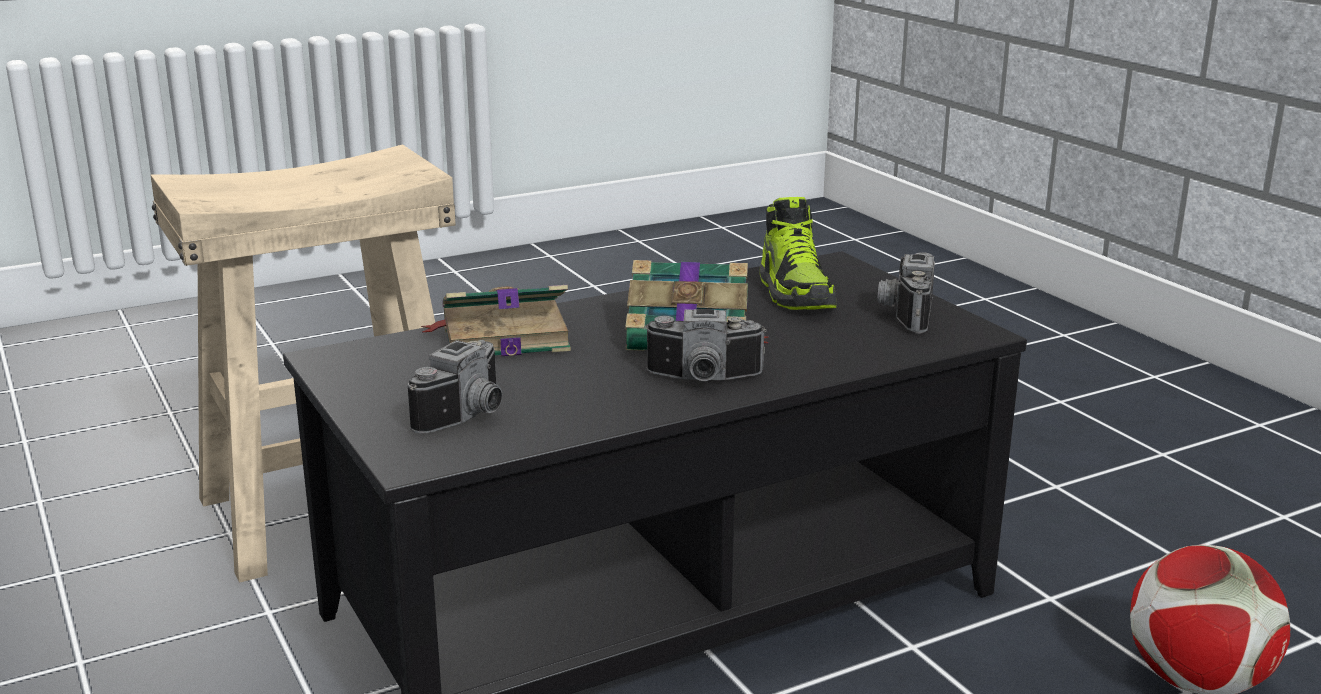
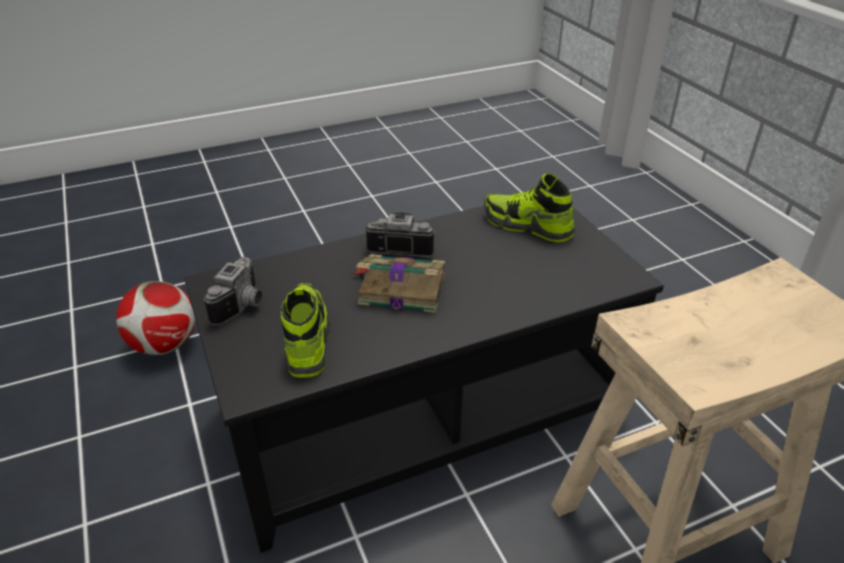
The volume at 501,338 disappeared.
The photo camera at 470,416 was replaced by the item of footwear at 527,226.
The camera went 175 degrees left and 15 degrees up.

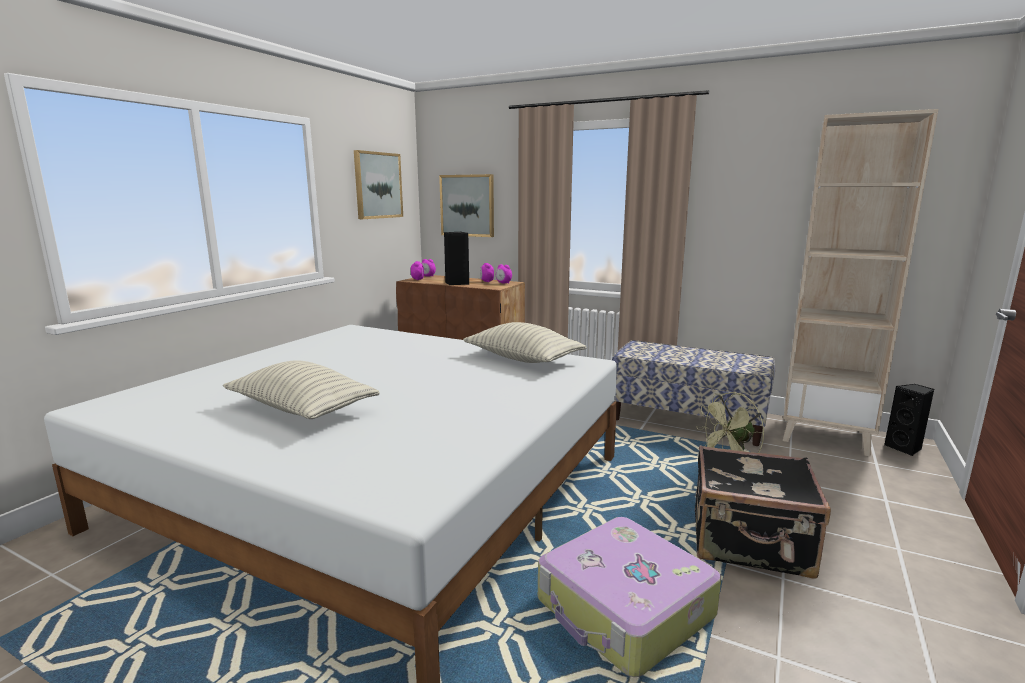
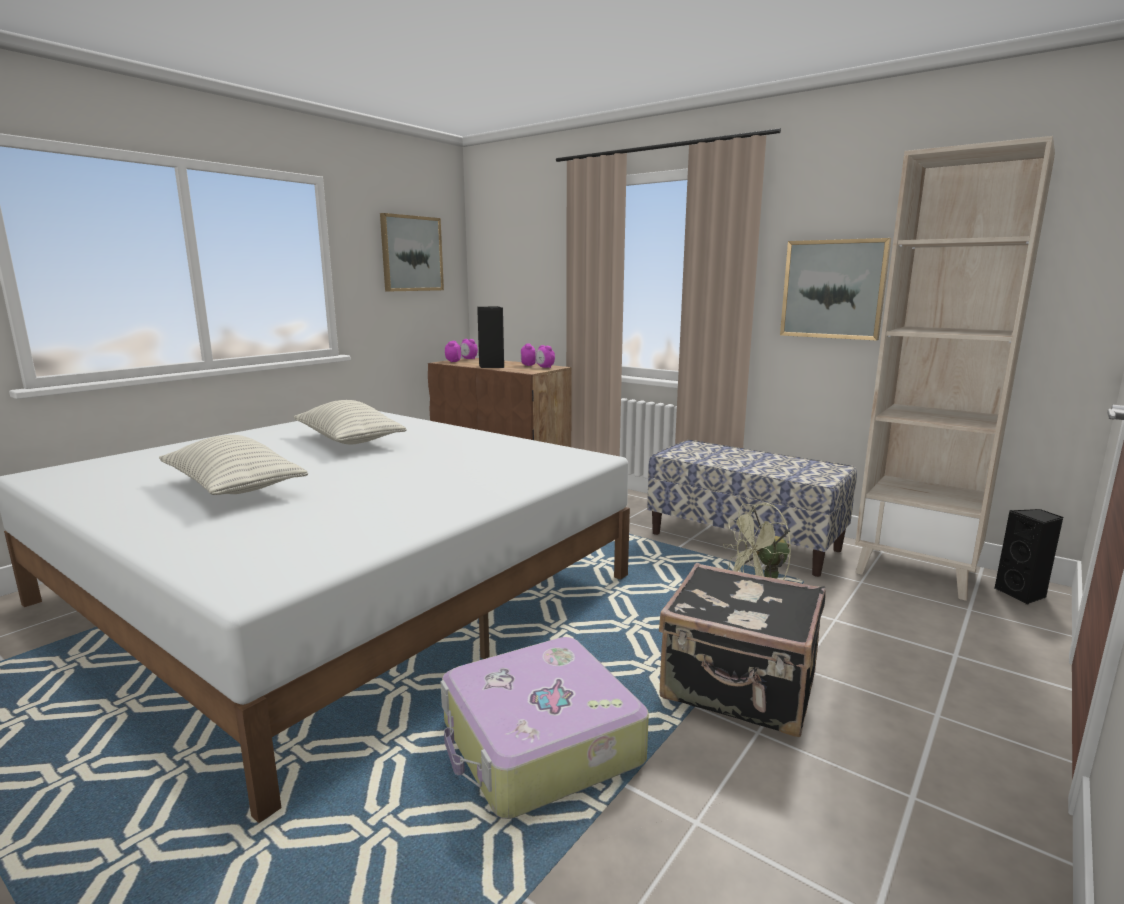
The wall picture moved from 467,205 to 833,289.
The cushion moved from 523,359 to 349,441.
The camera went 10 degrees right and 0 degrees up.

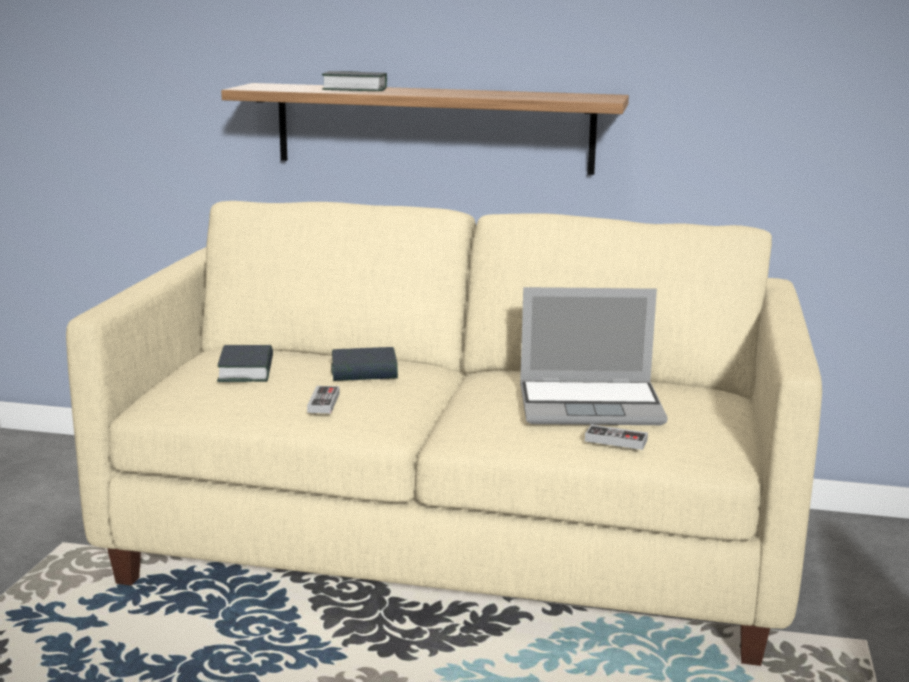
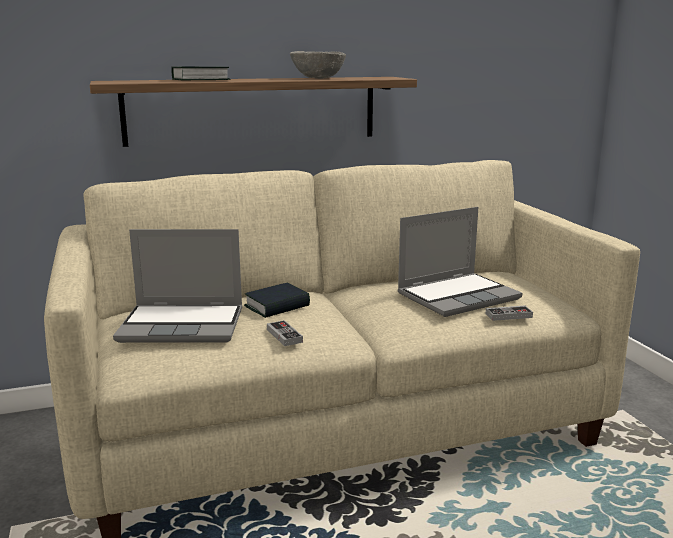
The gray bowl at 317,78 appeared.
The volume at 246,371 was replaced by the portable computer at 184,325.
The camera went 30 degrees left and 0 degrees up.

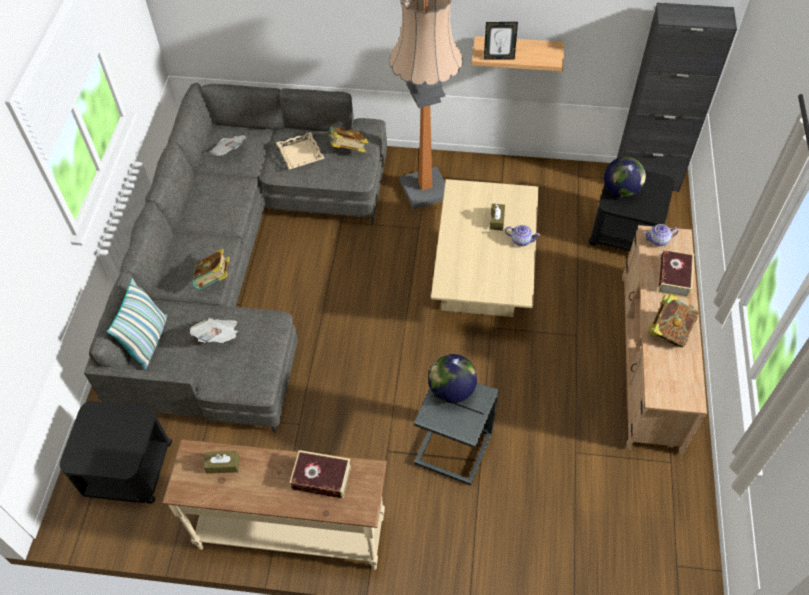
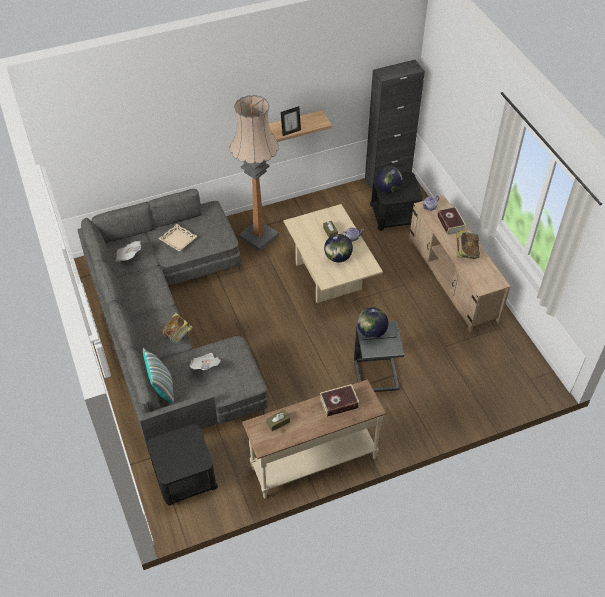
The volume at 347,149 disappeared.
The globe at 337,257 appeared.
The camera went 30 degrees left and 5 degrees down.

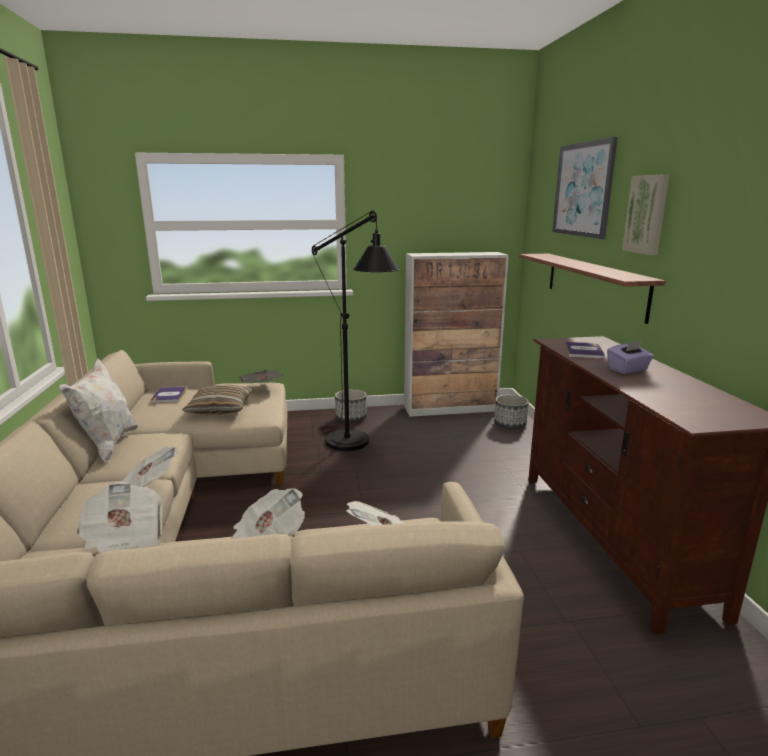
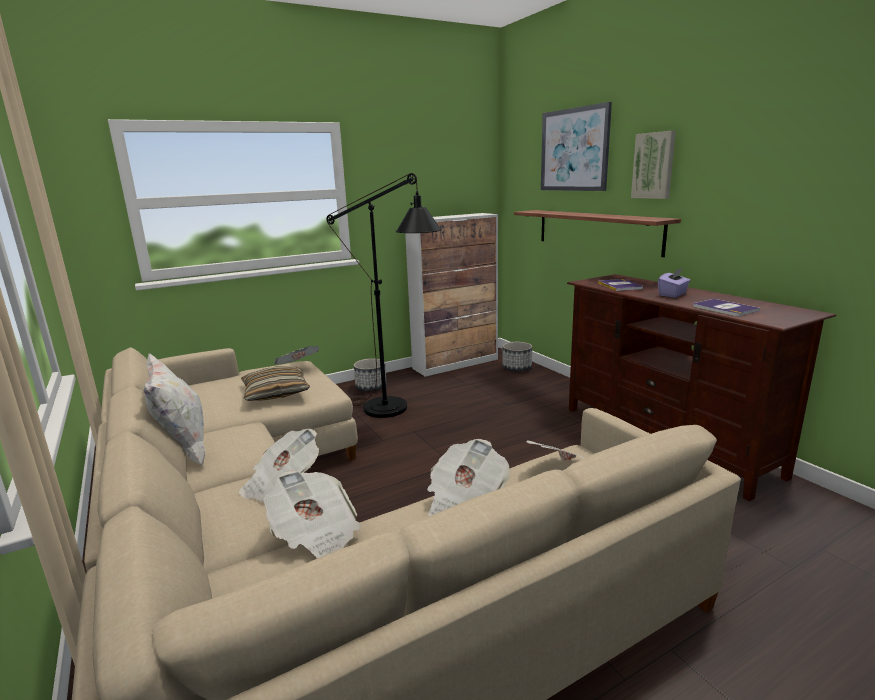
The volume moved from 169,395 to 724,308.
The camera went 20 degrees left and 0 degrees up.

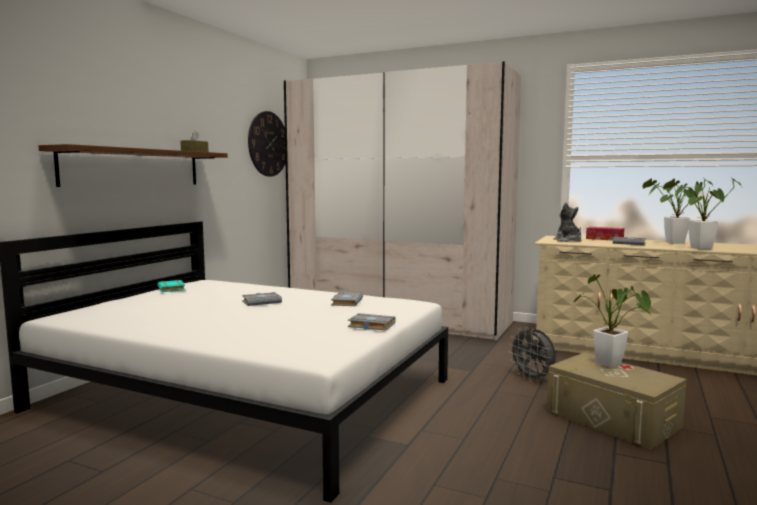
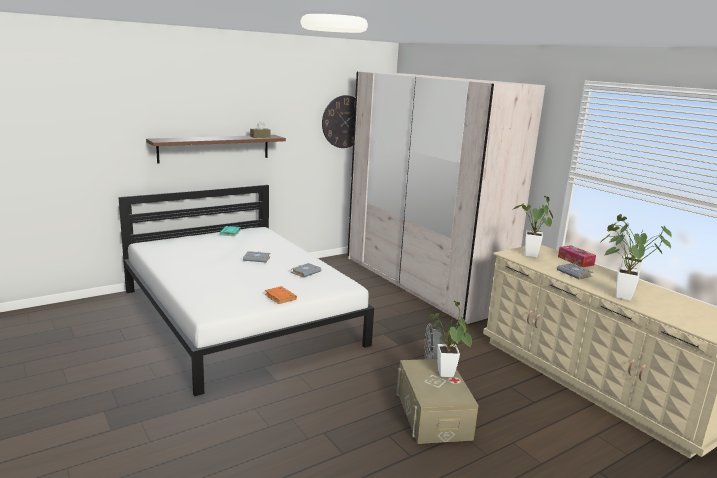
The plush toy at 567,240 was replaced by the potted plant at 530,256.
The gray volume at 370,325 became the orange-coloured volume at 279,297.
The camera went 30 degrees right and 10 degrees up.

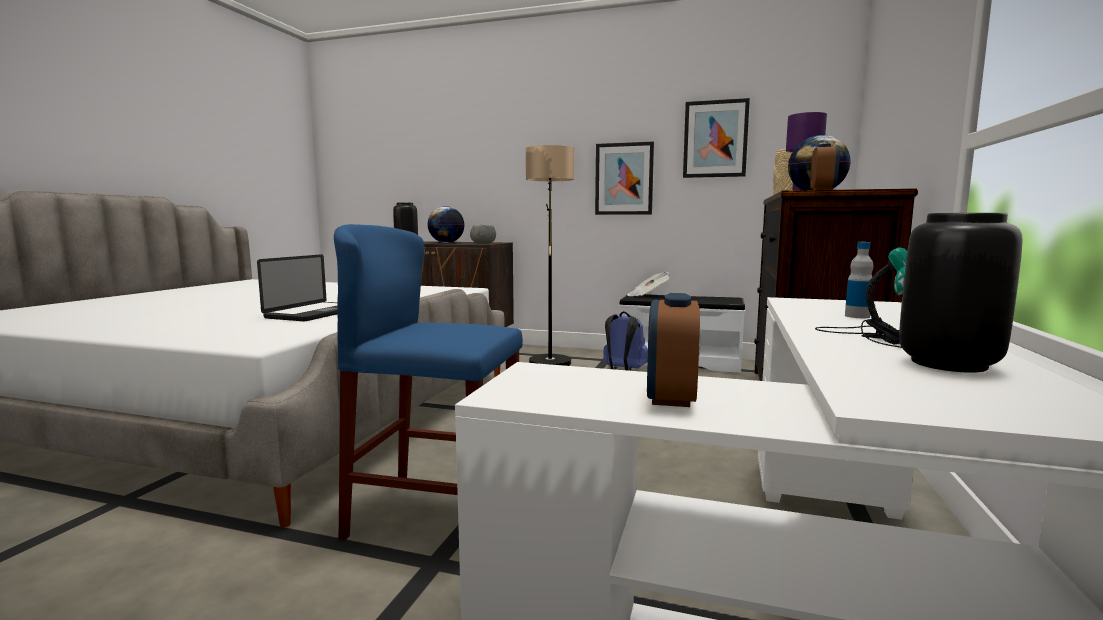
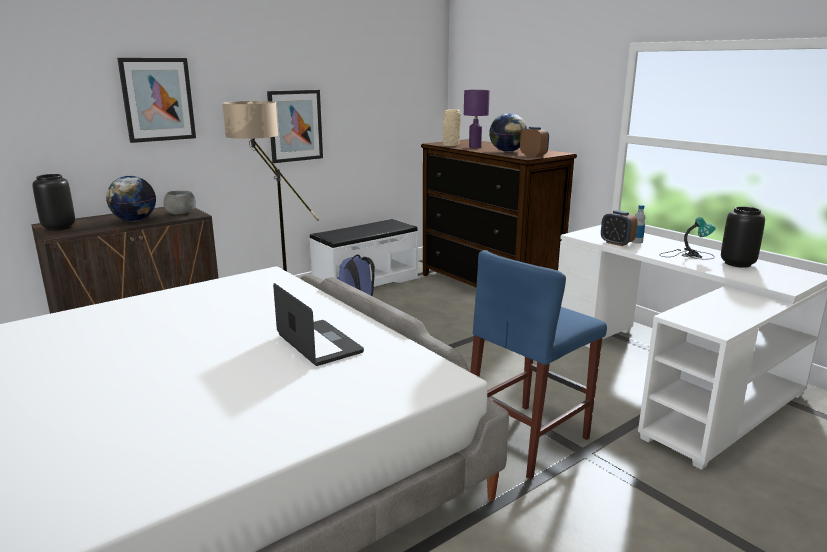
The daily paper at 647,295 disappeared.
The bedside clock moved from 670,397 to 616,243.
The wall picture moved from 715,139 to 158,99.
The camera went 55 degrees left and 10 degrees up.

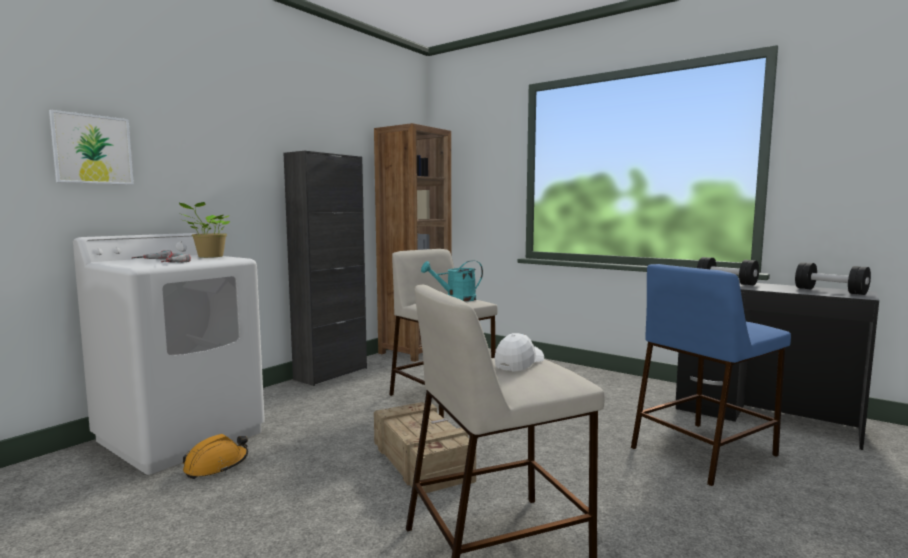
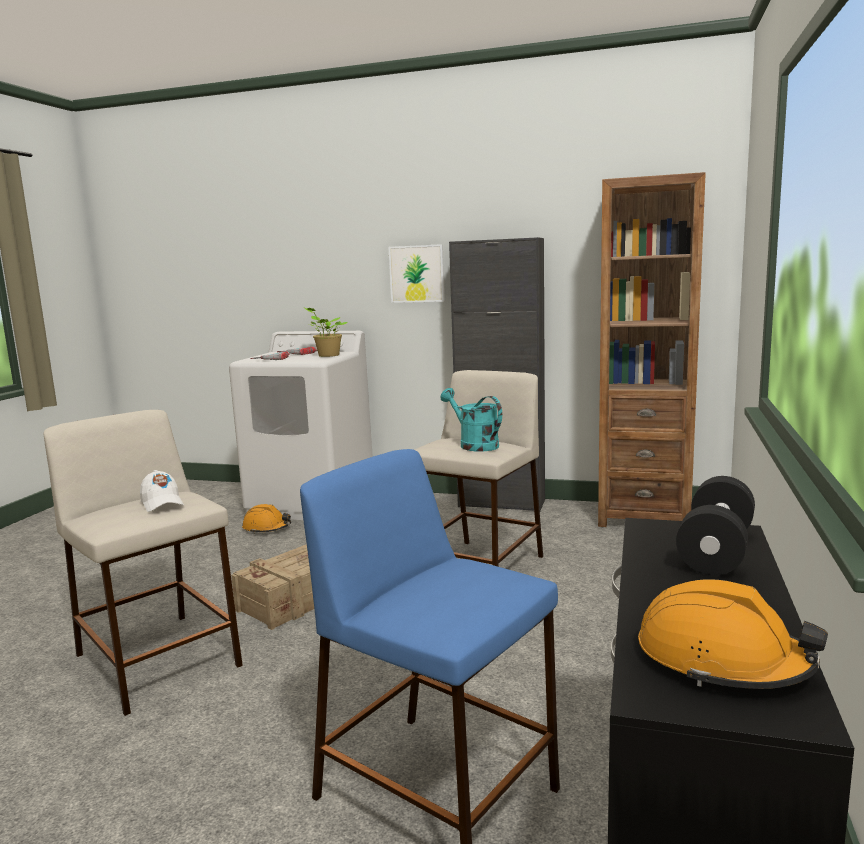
The wall picture moved from 92,149 to 417,274.
The black-coloured free weight at 830,291 was replaced by the orange-coloured work helmet at 722,661.
The white cap at 519,362 turned 45 degrees clockwise.
The camera went 70 degrees right and 5 degrees up.

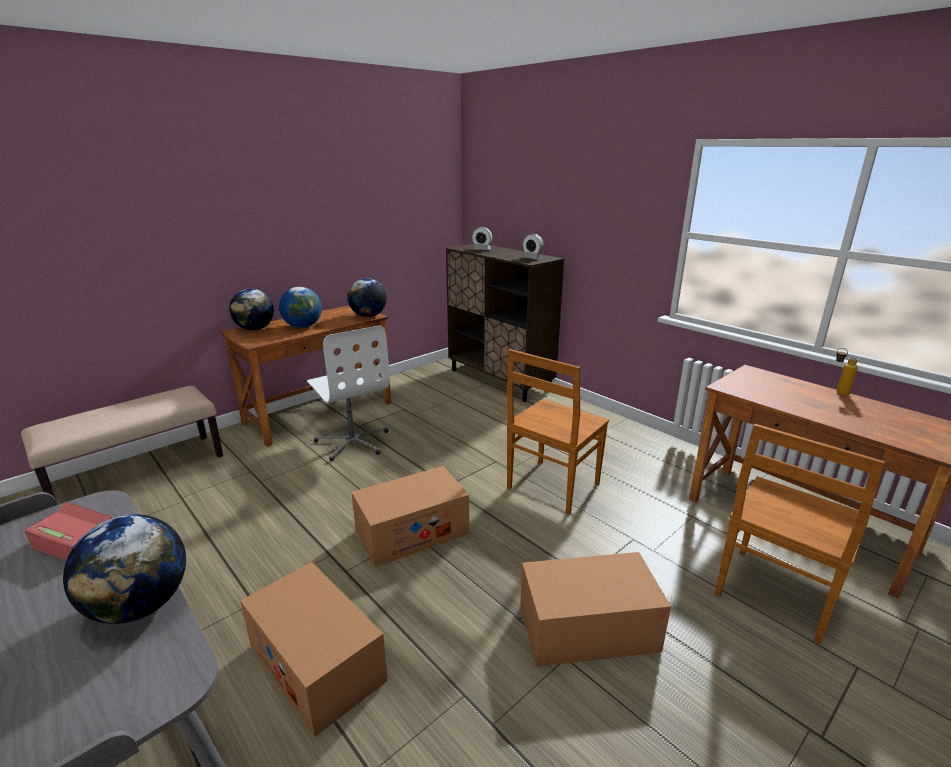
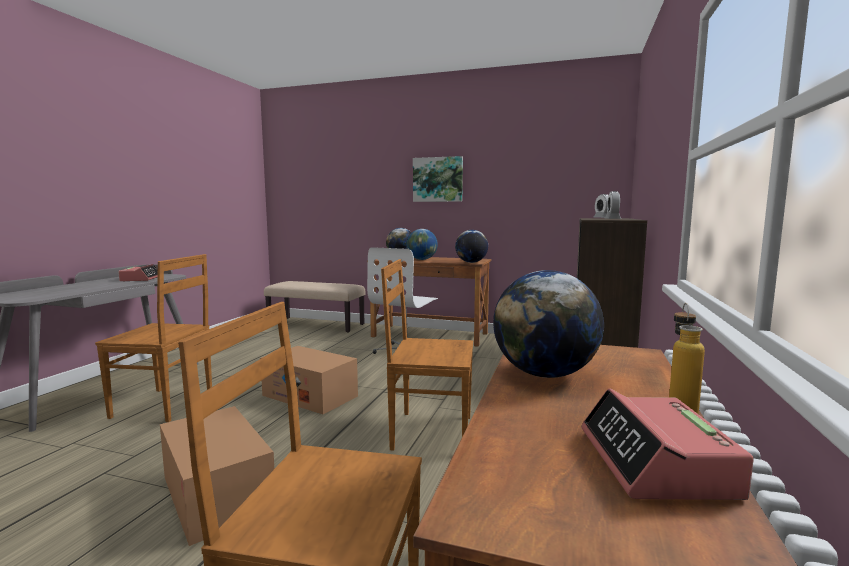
The wall picture at 438,179 appeared.
The bedside clock at 655,463 appeared.
The globe moved from 141,605 to 545,374.
The packing box at 317,662 was replaced by the brown-coloured plain chair at 165,405.
The camera went 60 degrees right and 15 degrees down.

